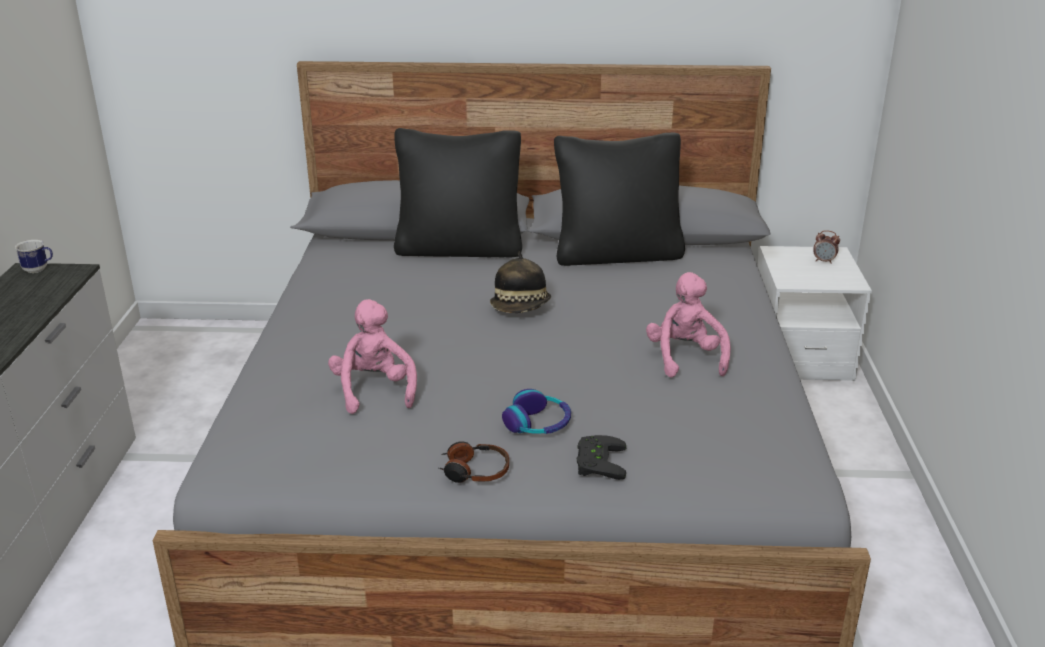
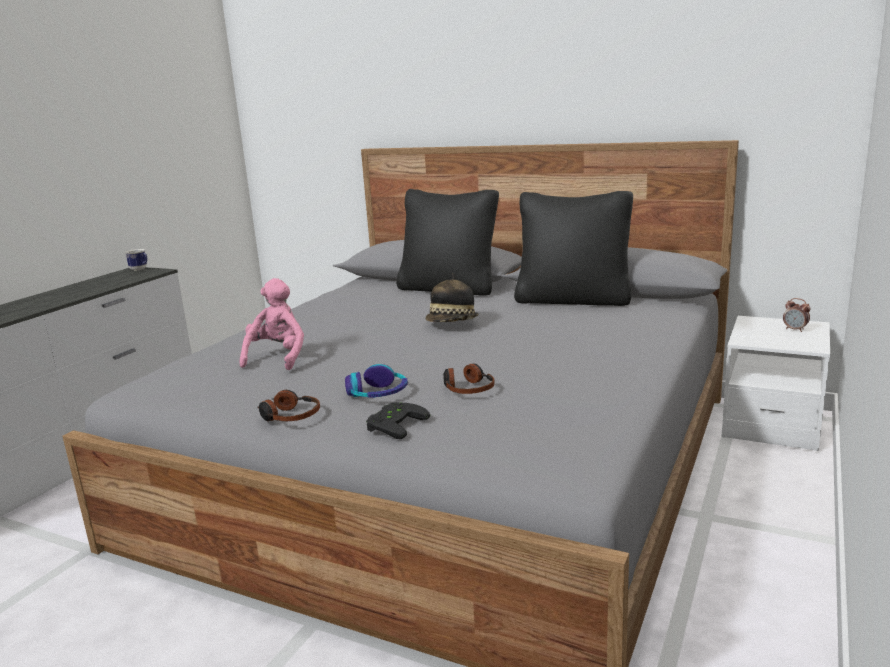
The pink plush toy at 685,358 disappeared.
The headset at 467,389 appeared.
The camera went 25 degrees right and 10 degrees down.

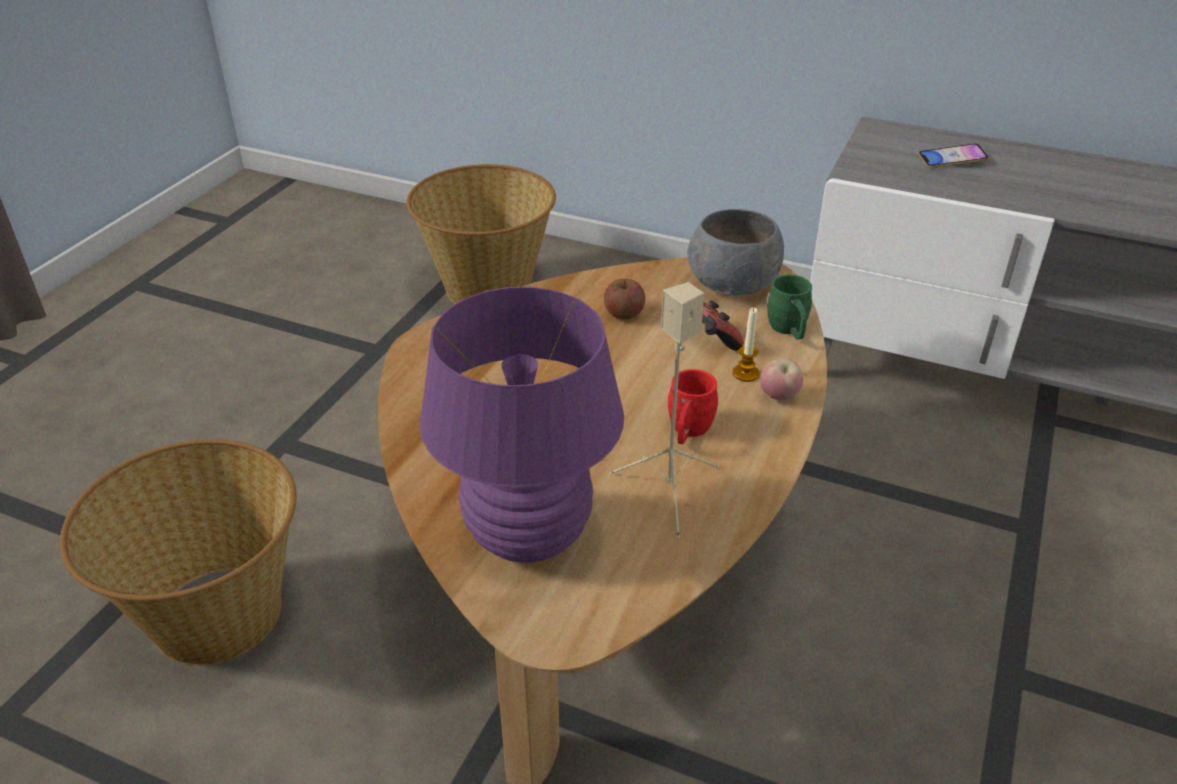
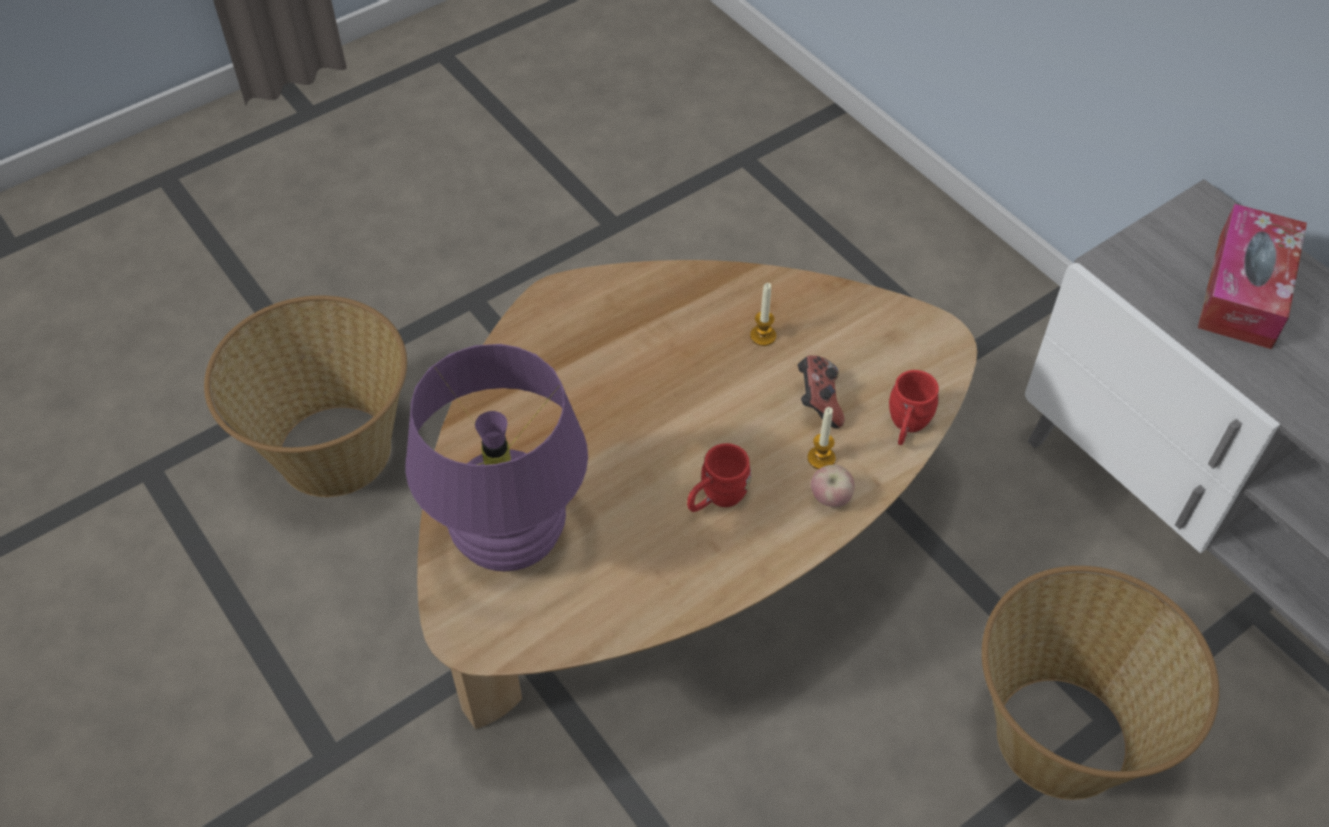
The beige-coloured audio speaker at 669,492 disappeared.
The gray bowl at 732,284 disappeared.
The storage basket moved from 487,286 to 1062,735.
The apple at 624,313 was replaced by the candle at 763,336.
The phone at 951,160 was replaced by the tissue box at 1244,290.
The greenish mug at 789,330 became the reddish mug at 906,426.
The camera went 30 degrees right and 15 degrees up.

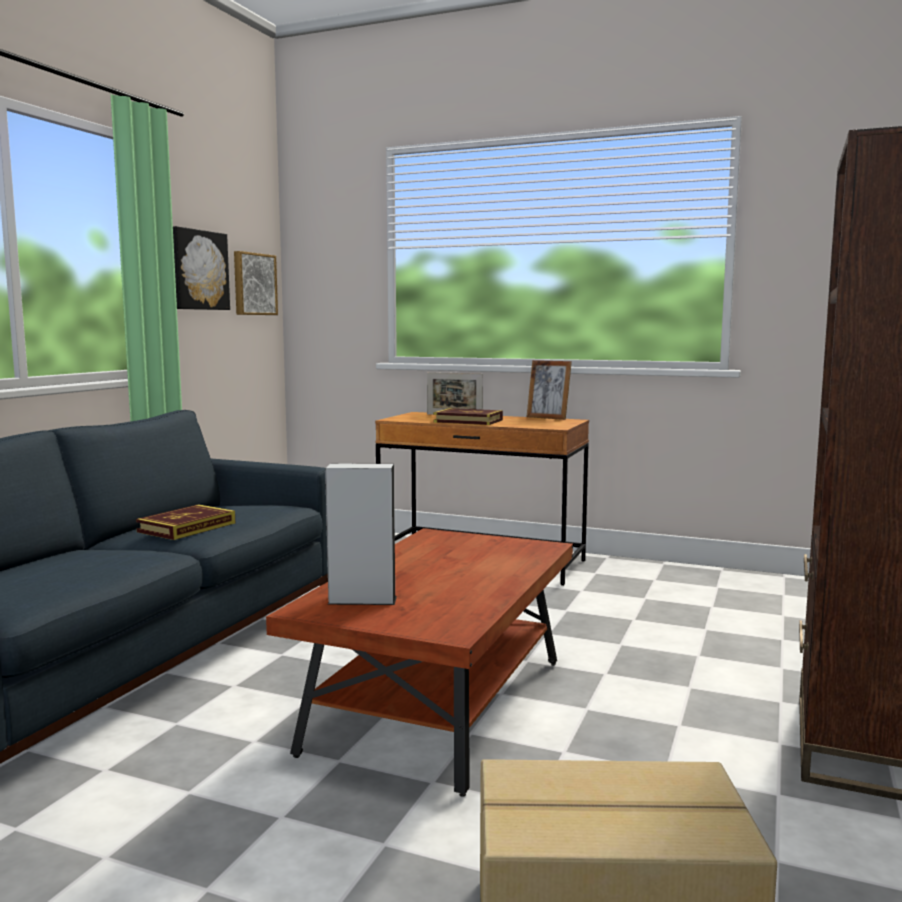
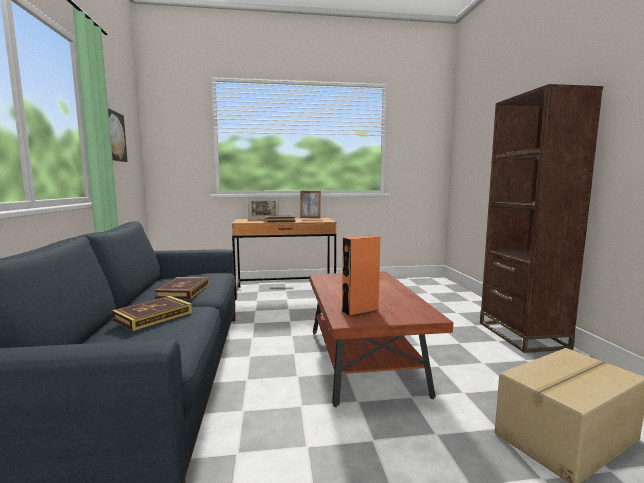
The wall picture at 253,284 disappeared.
The volume at 153,316 appeared.
The gray audio speaker at 362,600 became the orange-coloured audio speaker at 360,311.
The camera went 30 degrees left and 0 degrees up.

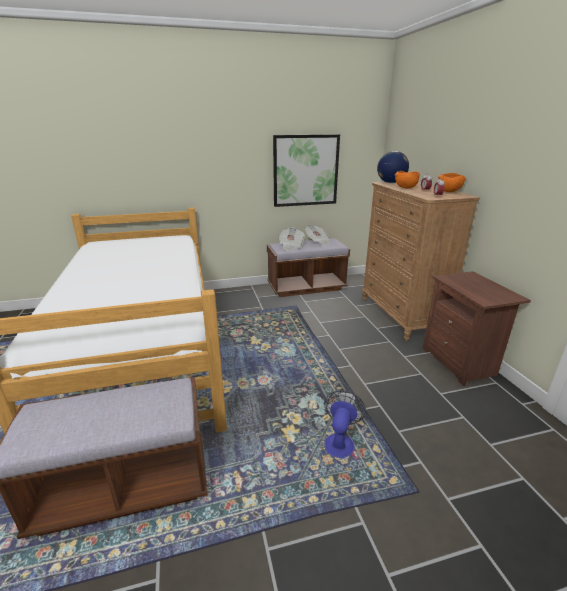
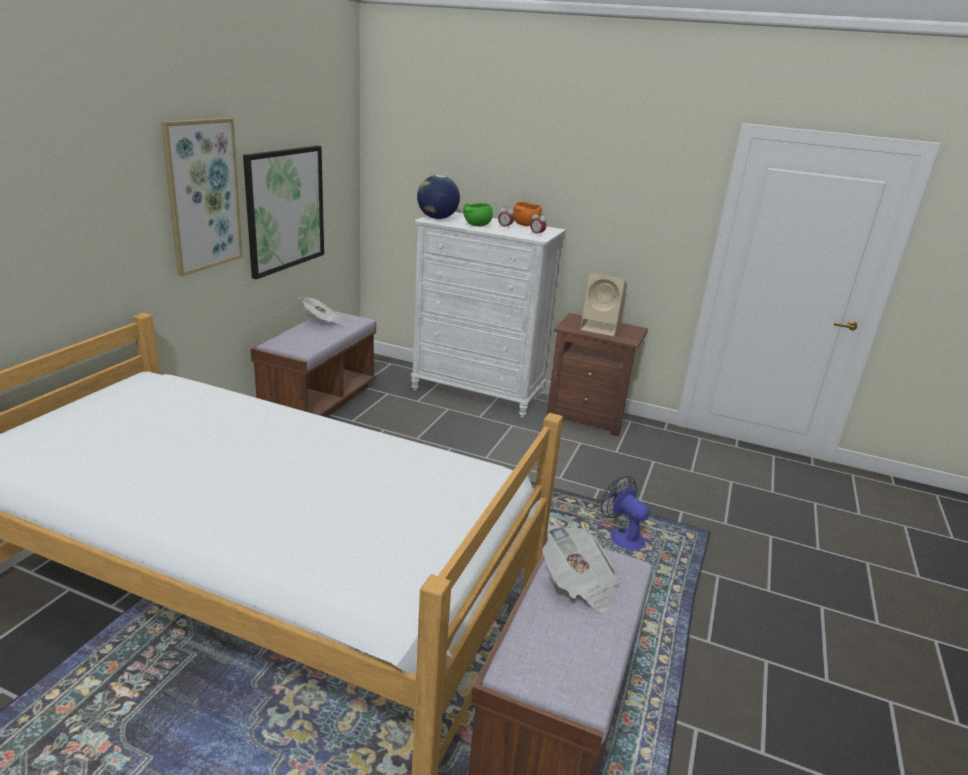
The wall picture at 203,195 appeared.
The beige-coloured audio speaker at 601,328 appeared.
The daily paper moved from 291,246 to 578,585.
The brown-coloured dresser at 401,316 became the white dresser at 478,392.
The orange-coloured bowl at 405,188 became the greenish bowl at 476,226.
The camera went 55 degrees left and 0 degrees up.

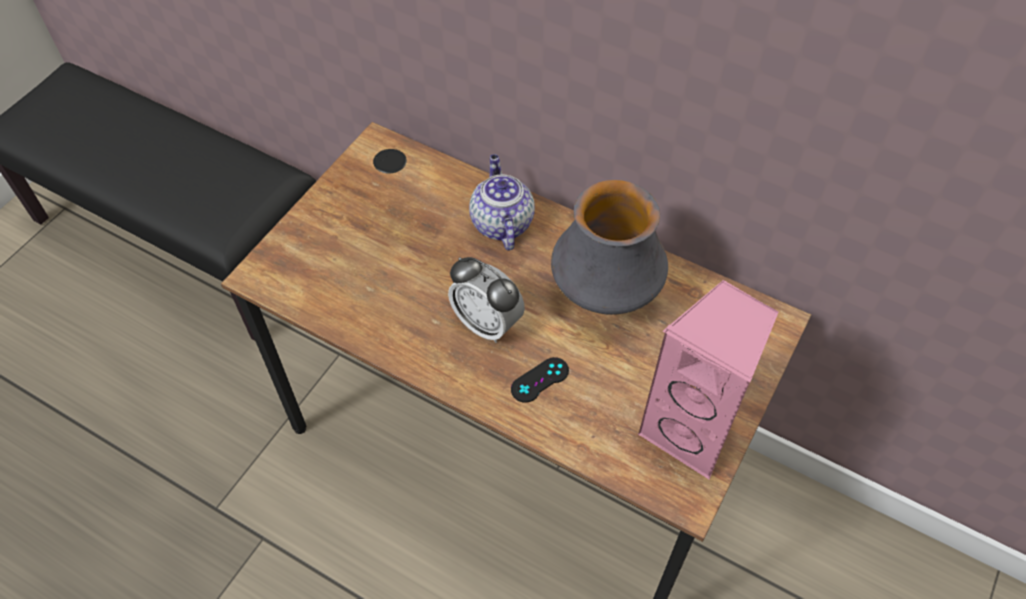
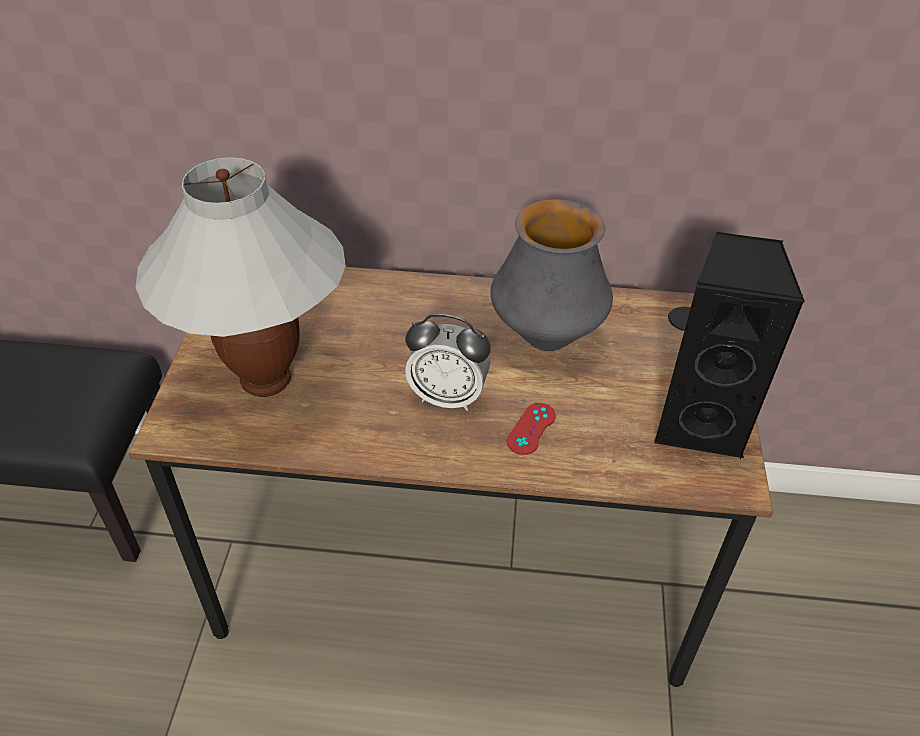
The teapot at 501,223 disappeared.
The white tabletop lamp at 267,380 appeared.
The black-coloured joypad at 540,380 became the reddish joypad at 531,429.
The pink audio speaker at 692,431 became the black-coloured audio speaker at 700,423.
The camera went 25 degrees left and 10 degrees down.

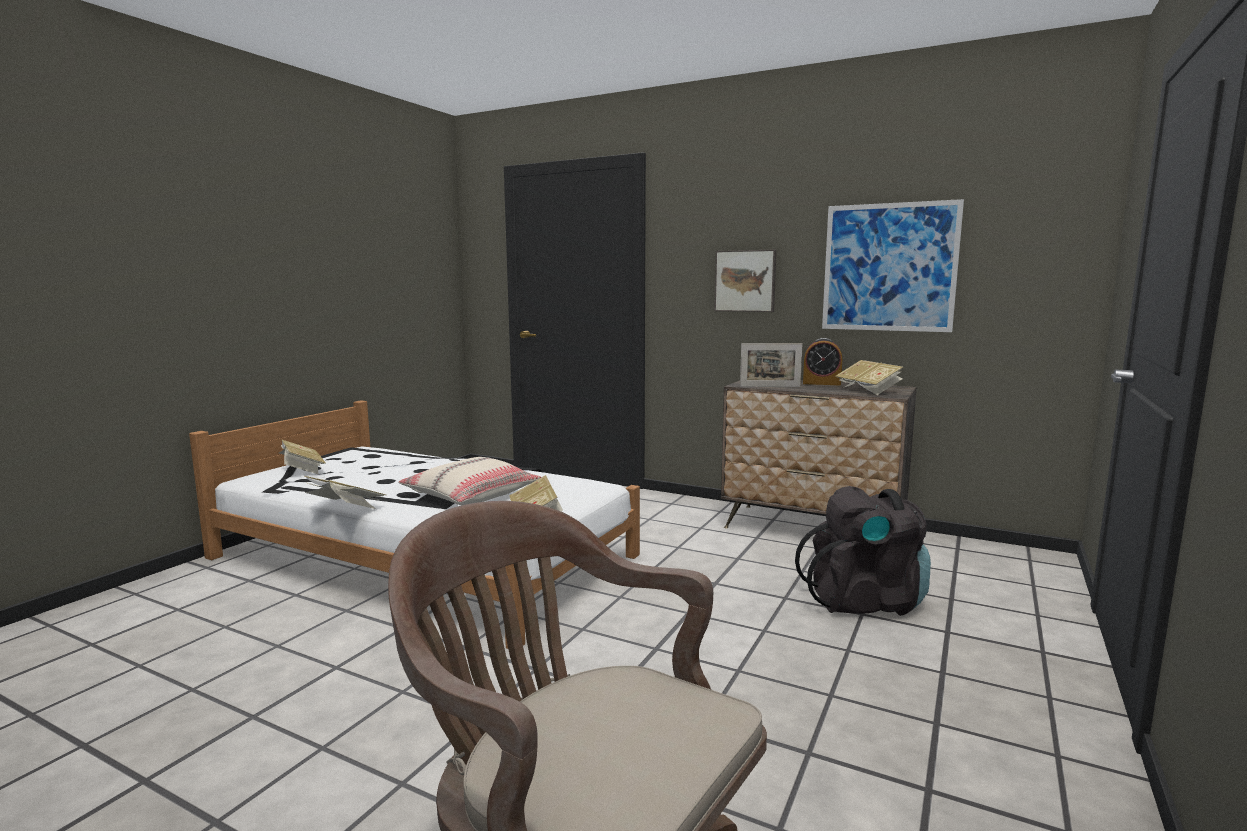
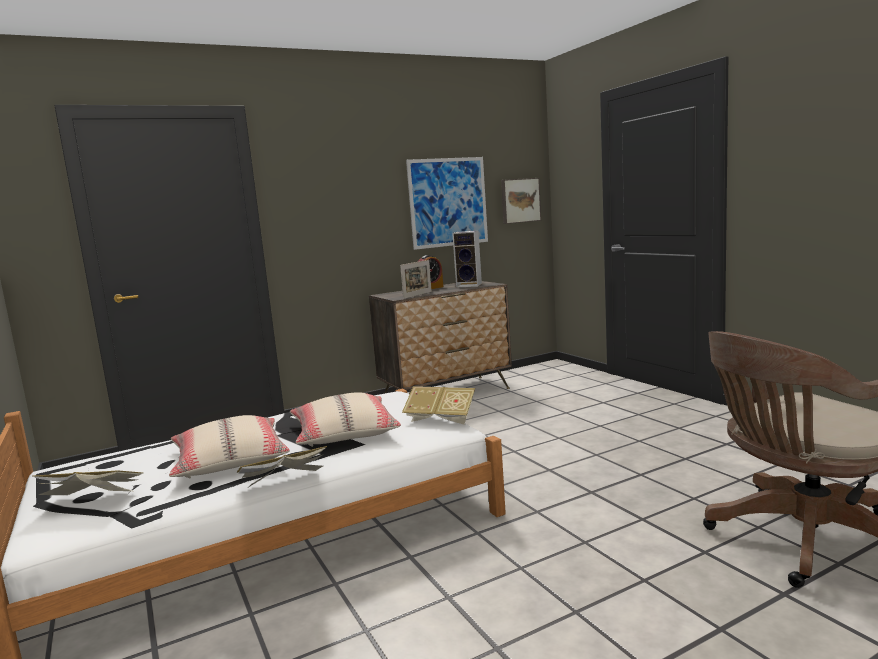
The black-coloured backpack at 865,601 disappeared.
The beige-coloured cushion at 229,460 appeared.
The wall picture moved from 745,281 to 519,200.
The volume at 868,390 was replaced by the audio speaker at 470,285.
The camera went 55 degrees left and 0 degrees up.

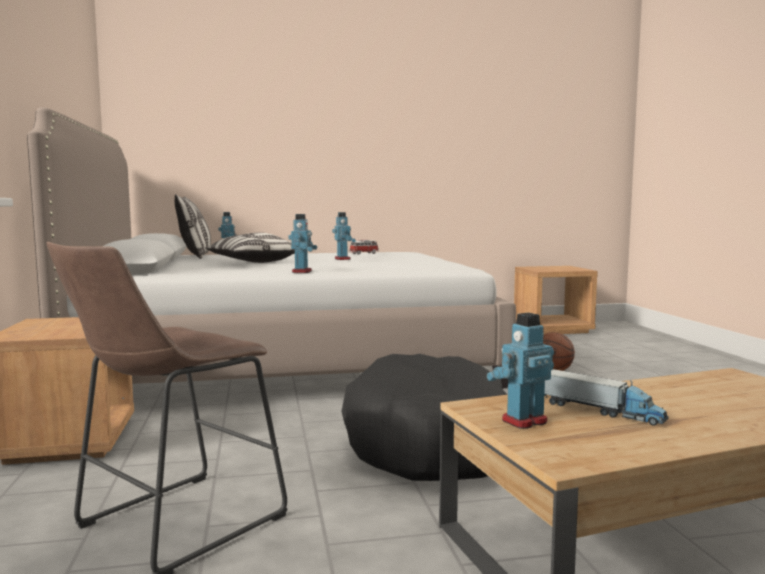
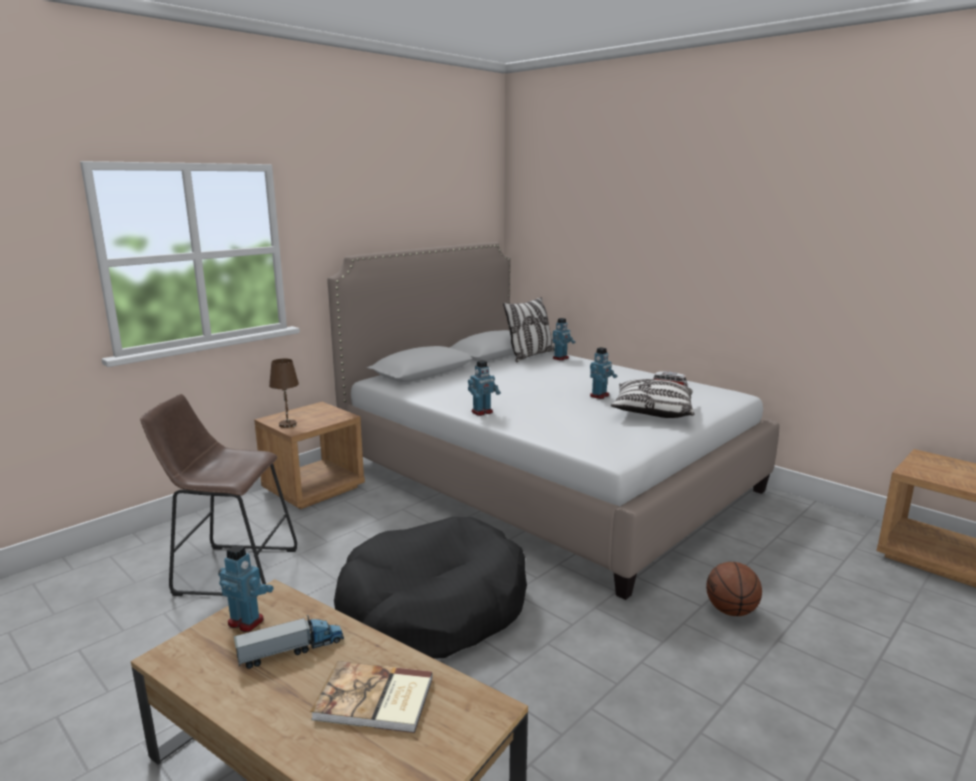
The brown-coloured tabletop lamp at 287,424 appeared.
The volume at 374,700 appeared.
The cushion moved from 253,262 to 652,412.
The model truck at 602,411 turned 120 degrees counterclockwise.
The camera went 55 degrees right and 10 degrees up.

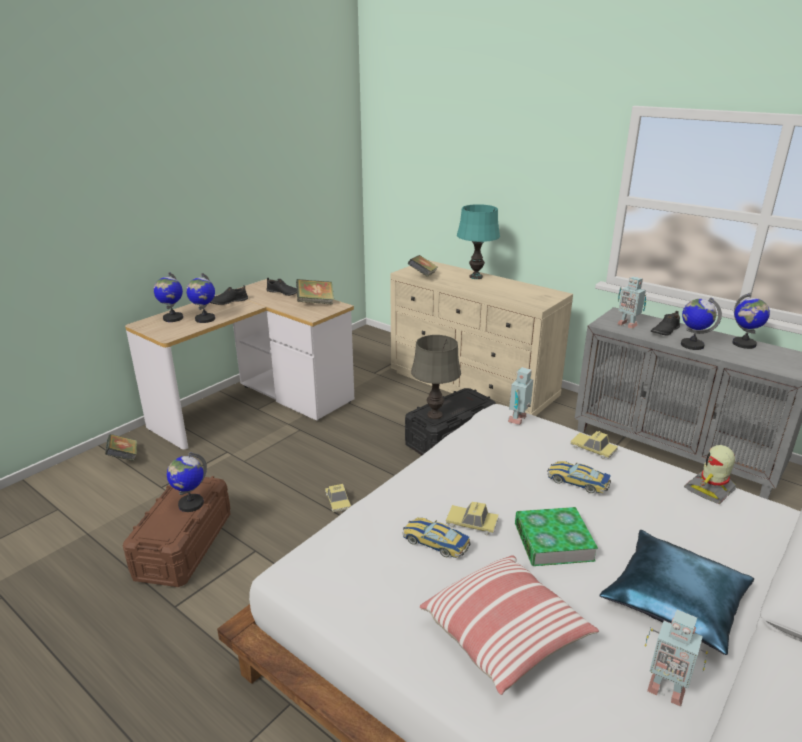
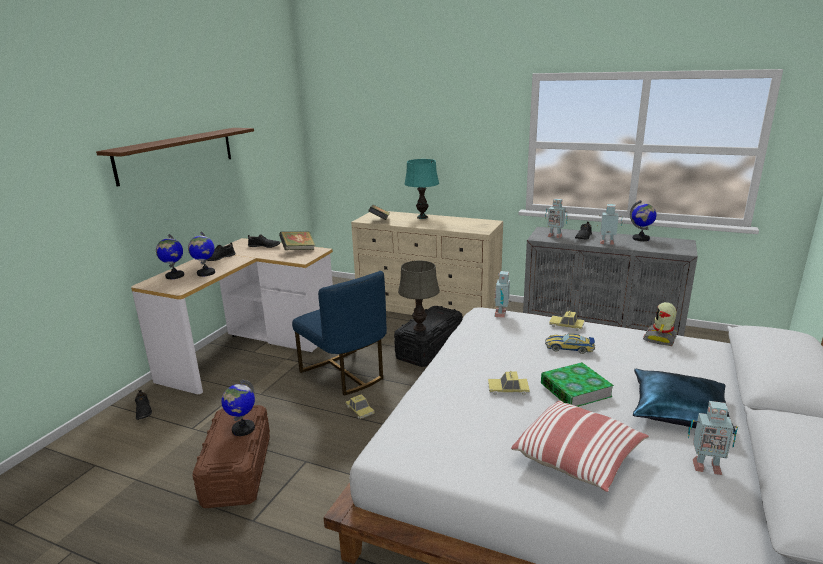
The toy car at 435,542 disappeared.
The brown-coloured shelf at 177,154 appeared.
The blue plain chair at 345,373 appeared.
The volume at 124,458 was replaced by the black-coloured item of footwear at 143,411.
The globe at 692,345 was replaced by the robot figure at 607,243.
The camera went 15 degrees left and 5 degrees down.

